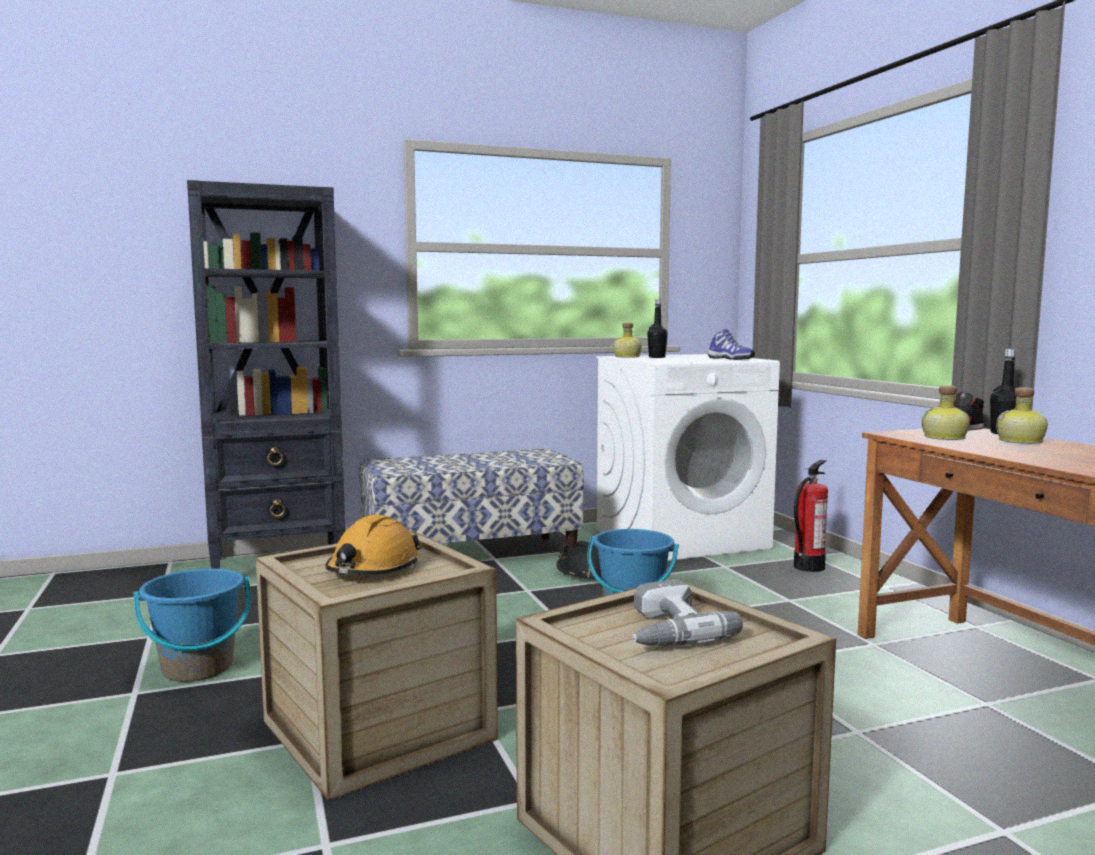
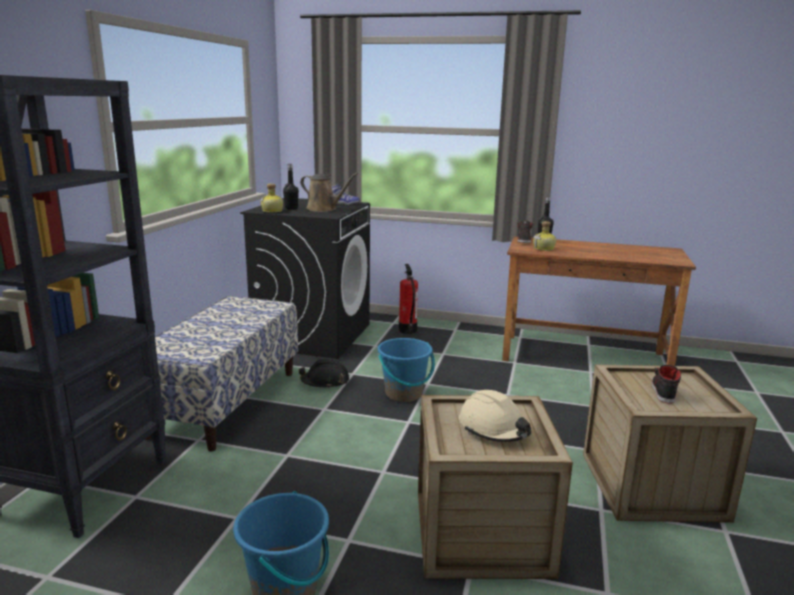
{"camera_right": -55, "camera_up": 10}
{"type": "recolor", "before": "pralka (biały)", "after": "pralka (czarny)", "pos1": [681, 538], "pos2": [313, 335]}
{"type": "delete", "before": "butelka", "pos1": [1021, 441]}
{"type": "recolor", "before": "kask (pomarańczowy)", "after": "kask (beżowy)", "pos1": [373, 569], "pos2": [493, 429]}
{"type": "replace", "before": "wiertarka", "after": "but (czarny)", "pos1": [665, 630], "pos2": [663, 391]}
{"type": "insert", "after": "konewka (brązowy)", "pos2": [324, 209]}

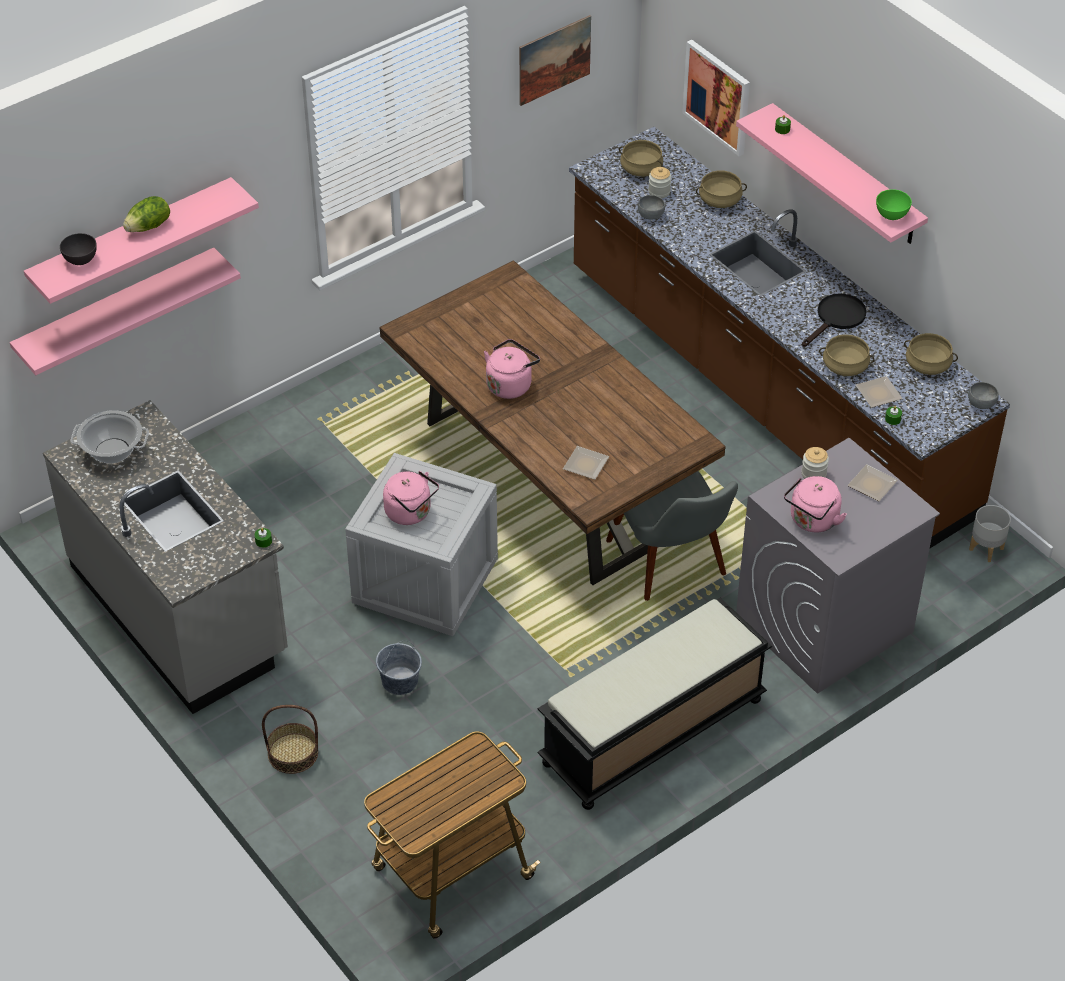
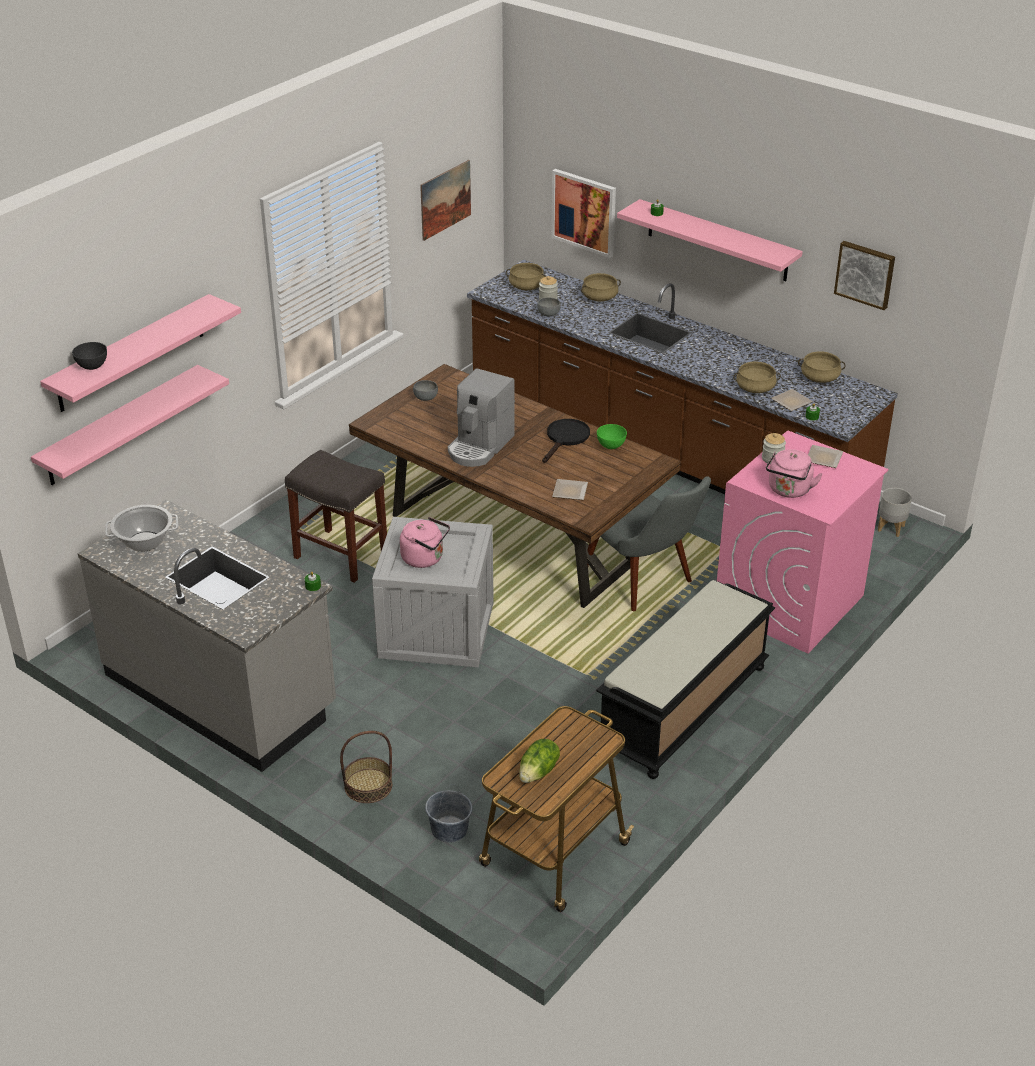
{"camera_right": -15, "camera_up": -10}
{"type": "move", "before": "miska (zielony)", "pos1": [891, 215], "pos2": [611, 445]}
{"type": "move", "before": "sałata", "pos1": [149, 226], "pos2": [539, 772]}
{"type": "move", "before": "patelnia (czarny)", "pos1": [837, 318], "pos2": [565, 438]}
{"type": "replace", "before": "czajnik (różowy)", "after": "ekspres do kawy", "pos1": [510, 384], "pos2": [480, 446]}
{"type": "move", "before": "miska (szary)", "pos1": [981, 404], "pos2": [425, 398]}
{"type": "recolor", "before": "pralka (szary)", "after": "pralka (różowy)", "pos1": [823, 625], "pos2": [789, 603]}
{"type": "move", "before": "wiadro (szary)", "pos1": [399, 681], "pos2": [449, 830]}
{"type": "insert", "after": "obraz", "pos2": [865, 274]}
{"type": "insert", "after": "stołek (szary)", "pos2": [339, 555]}

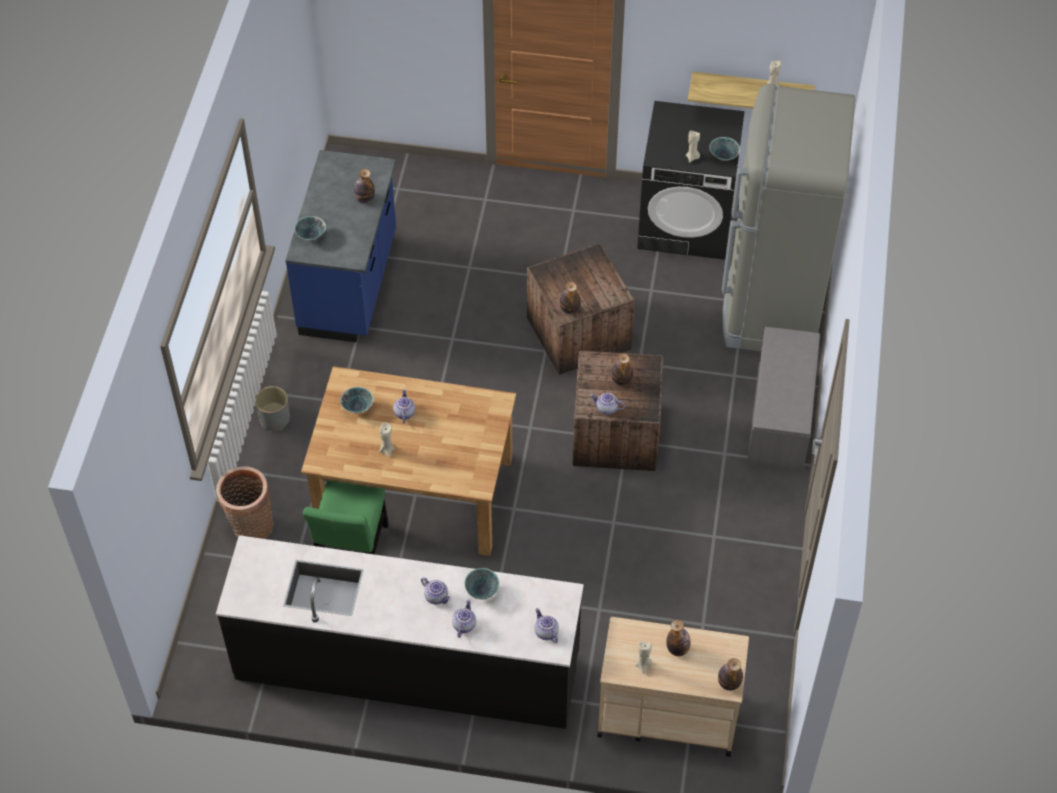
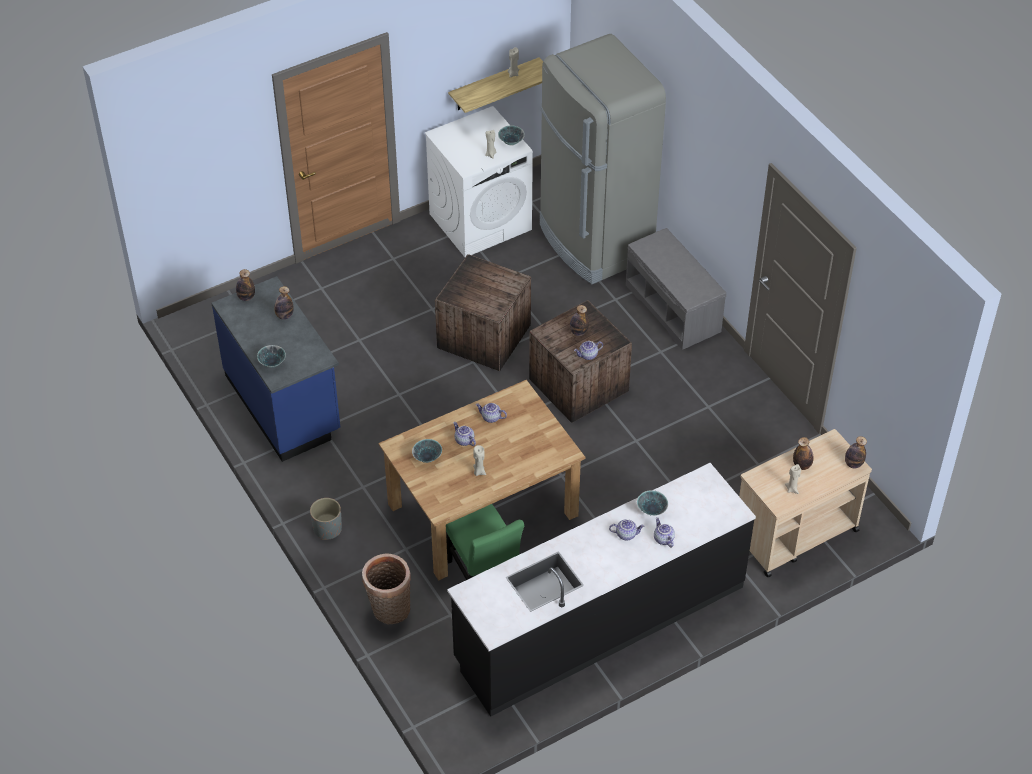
{"camera_right": -40, "camera_up": -5}
{"type": "recolor", "before": "pralka (czarny)", "after": "pralka (biały)", "pos1": [686, 223], "pos2": [480, 221]}
{"type": "move", "before": "butelka", "pos1": [569, 309], "pos2": [246, 297]}
{"type": "move", "before": "imbryk", "pos1": [545, 632], "pos2": [491, 418]}

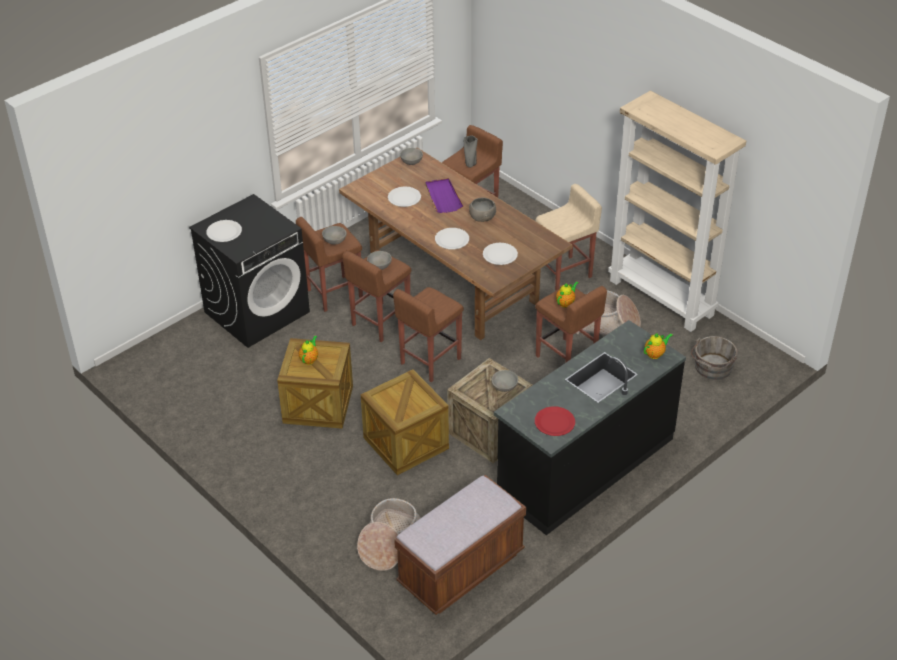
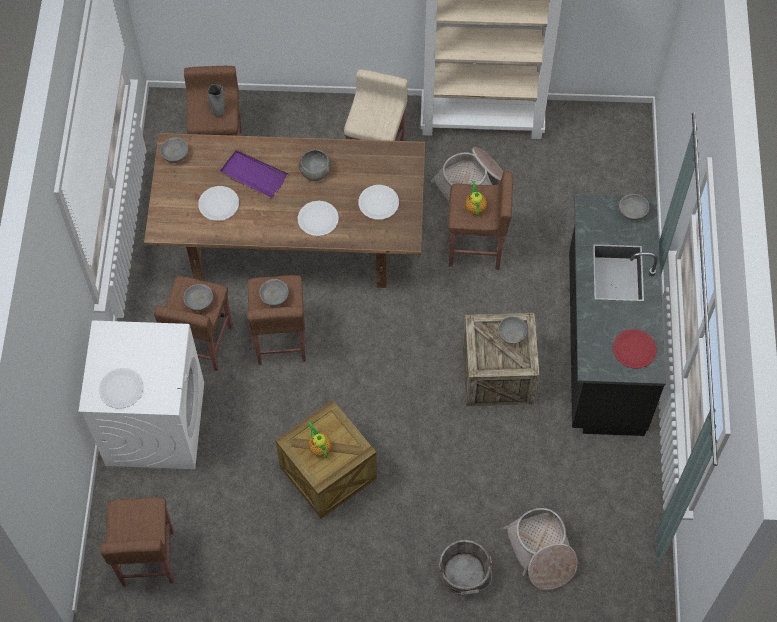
{"camera_right": -45, "camera_up": 20}
{"type": "recolor", "before": "pralka (czarny)", "after": "pralka (biały)", "pos1": [257, 311], "pos2": [155, 423]}
{"type": "move", "before": "stołek (brązowy)", "pos1": [430, 361], "pos2": [148, 559]}
{"type": "replace", "before": "imbryk", "after": "miska (szary)", "pos1": [655, 354], "pos2": [632, 213]}
{"type": "move", "before": "wiadro (szary)", "pos1": [712, 368], "pos2": [464, 576]}
{"type": "delete", "before": "skrzynka", "pos1": [406, 443]}
{"type": "delete", "before": "ławka (brązowy)", "pos1": [461, 569]}

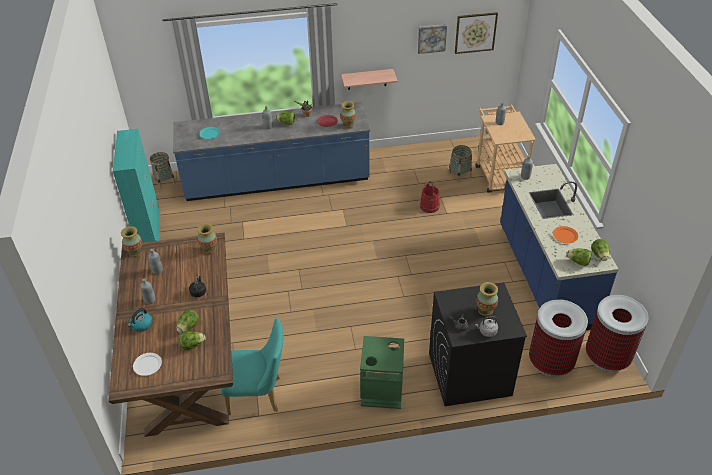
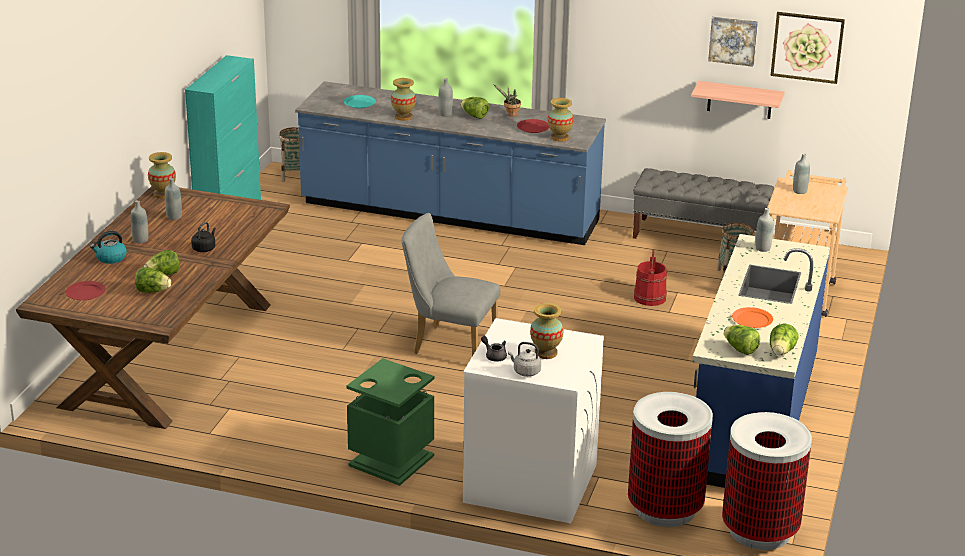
{"camera_right": 25, "camera_up": -15}
{"type": "move", "before": "półka", "pos1": [367, 79], "pos2": [739, 100]}
{"type": "move", "before": "wazon", "pos1": [209, 249], "pos2": [403, 117]}
{"type": "recolor", "before": "pralka (czarny)", "after": "pralka (biały)", "pos1": [469, 374], "pos2": [529, 483]}
{"type": "delete", "before": "krzesło (turkusowy)", "pos1": [259, 395]}
{"type": "recolor", "before": "talerz (biały)", "after": "talerz (czerwony)", "pos1": [147, 365], "pos2": [86, 292]}
{"type": "insert", "after": "ławka (szary)", "pos2": [700, 237]}
{"type": "insert", "after": "krzesło (szary)", "pos2": [449, 344]}

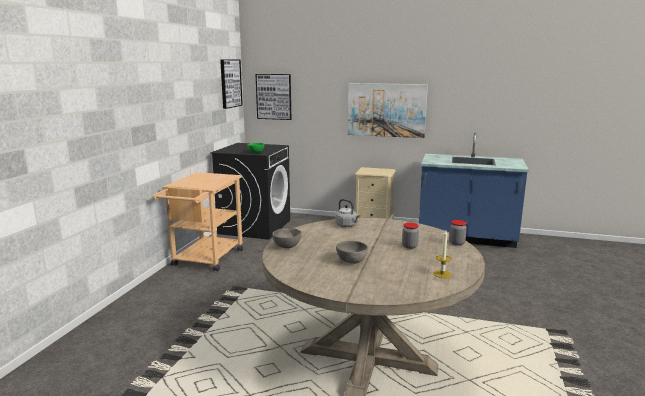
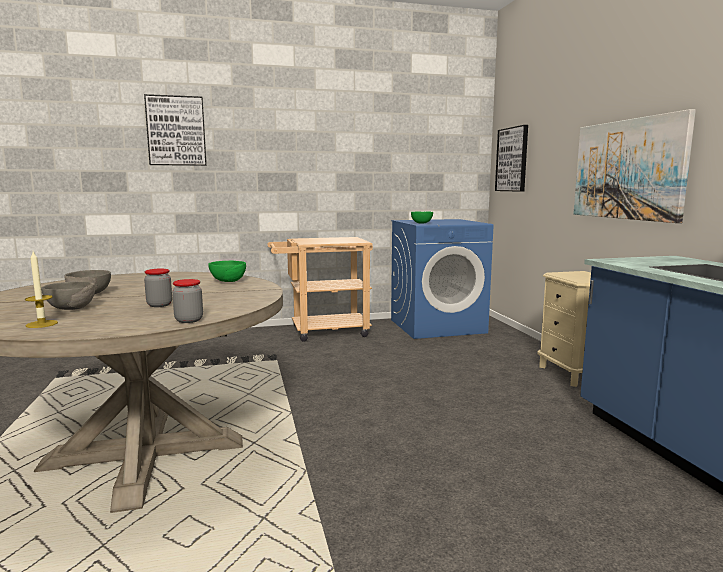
{"camera_right": 60, "camera_up": -5}
{"type": "move", "before": "obraz", "pos1": [230, 83], "pos2": [176, 131]}
{"type": "recolor", "before": "pralka (czarny)", "after": "pralka (niebieski)", "pos1": [255, 226], "pos2": [437, 326]}
{"type": "replace", "before": "czajnik (szary)", "after": "miska (zielony)", "pos1": [347, 225], "pos2": [228, 281]}
{"type": "move", "before": "miska (szary)", "pos1": [287, 247], "pos2": [71, 309]}

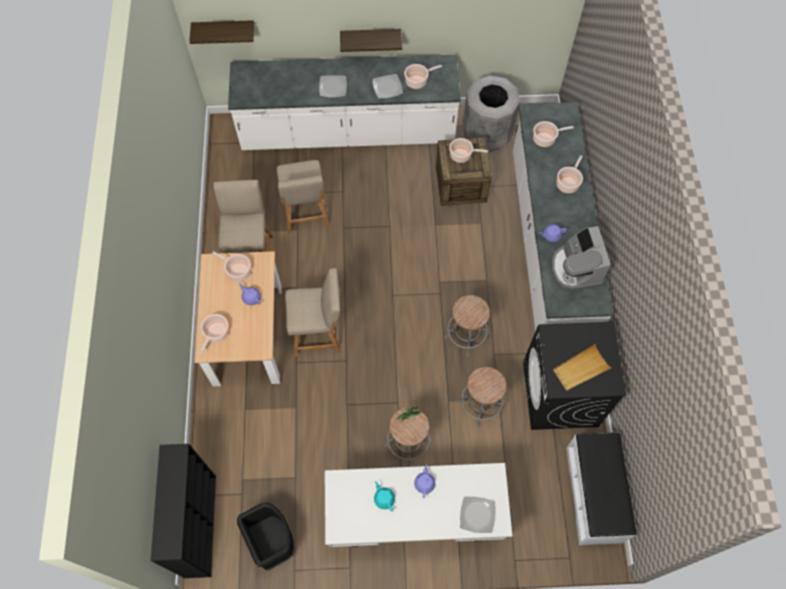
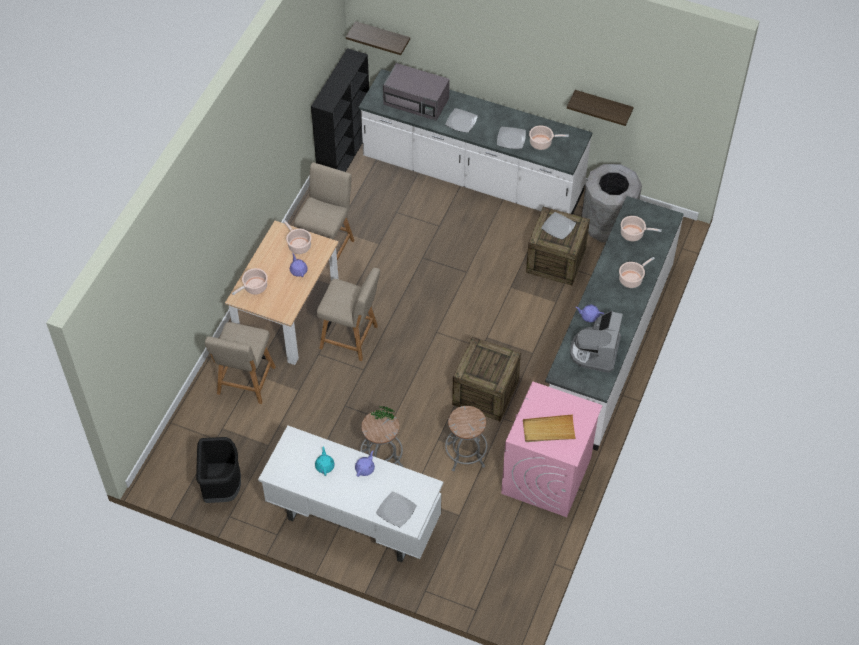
{"camera_right": 25, "camera_up": -10}
{"type": "move", "before": "półka", "pos1": [370, 38], "pos2": [603, 106]}
{"type": "replace", "before": "garnek", "after": "talerz", "pos1": [462, 155], "pos2": [558, 227]}
{"type": "move", "before": "krzesło (beżowy)", "pos1": [306, 215], "pos2": [245, 383]}
{"type": "replace", "before": "stołek (szary)", "after": "skrzynka", "pos1": [466, 336], "pos2": [485, 393]}
{"type": "recolor", "before": "pralka (czarny)", "after": "pralka (różowy)", "pos1": [560, 394], "pos2": [546, 476]}
{"type": "delete", "before": "ławka (biały)", "pos1": [594, 494]}
{"type": "move", "before": "regał (czarny)", "pos1": [200, 524], "pos2": [344, 153]}
{"type": "insert", "after": "mikrofalówka (szary)", "pos2": [417, 101]}

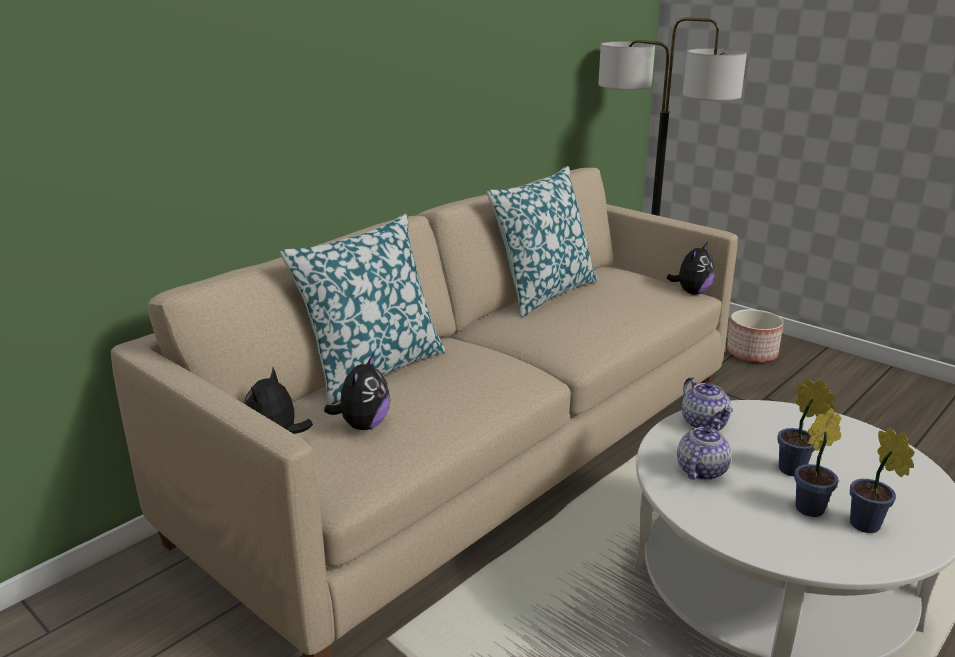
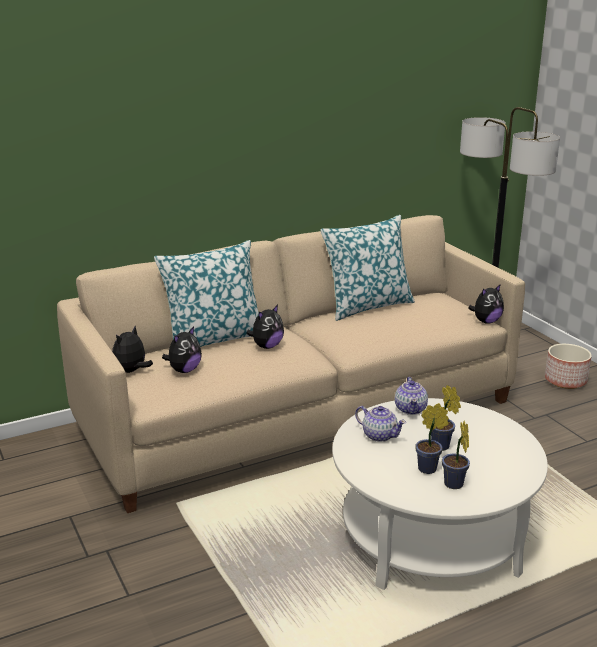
{"camera_right": 20, "camera_up": 0}
{"type": "rotate", "before": "imbryk", "pos1": [700, 470], "pos2": [379, 435], "turn": 75}
{"type": "insert", "after": "pluszak", "pos2": [267, 346]}

